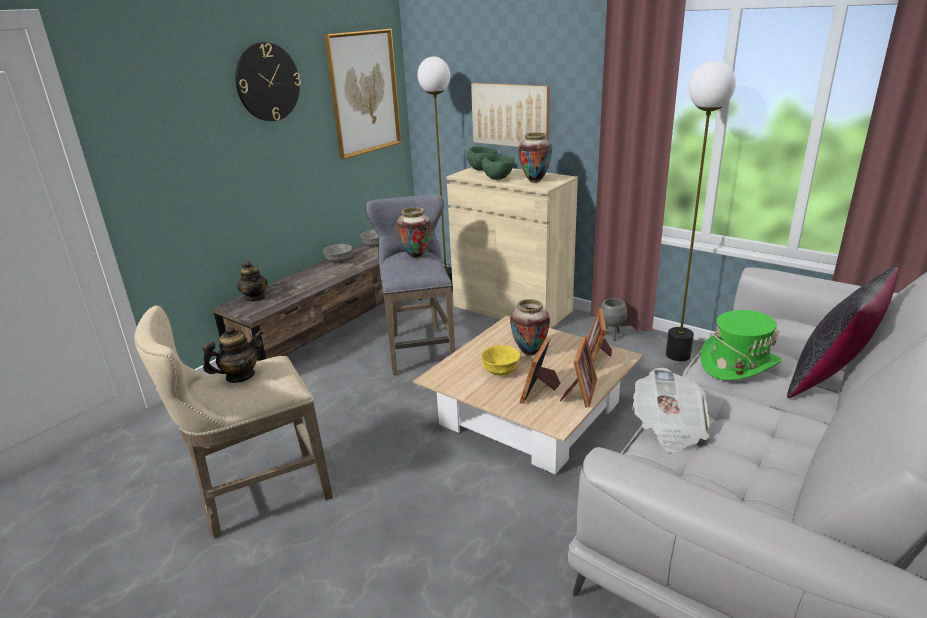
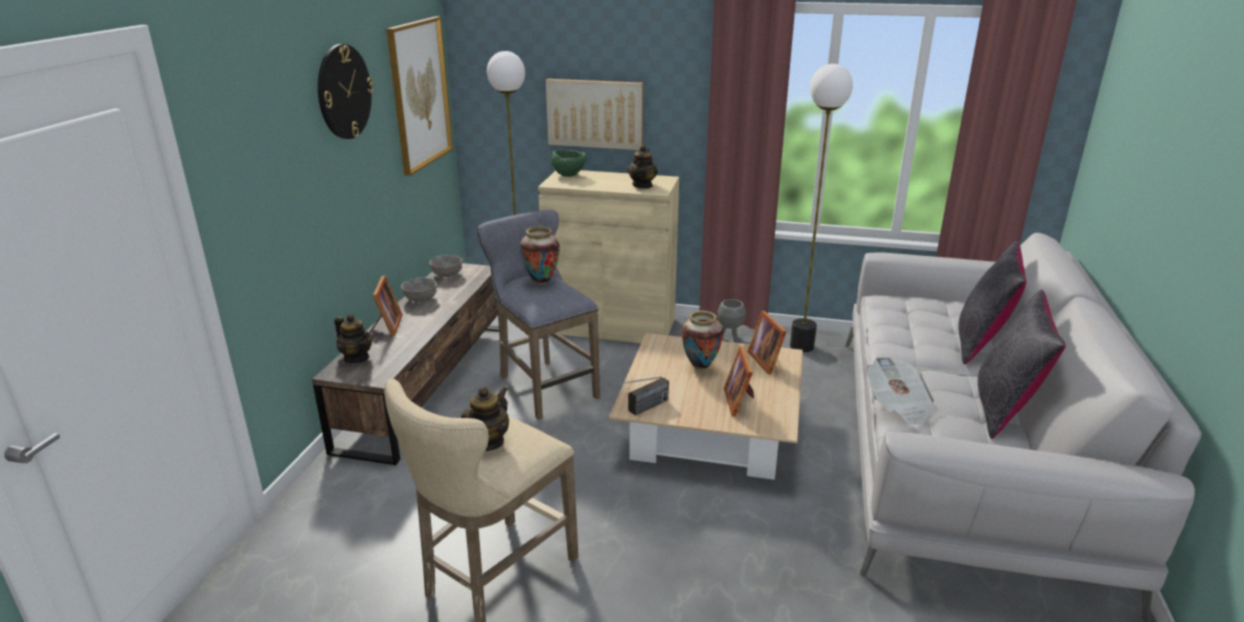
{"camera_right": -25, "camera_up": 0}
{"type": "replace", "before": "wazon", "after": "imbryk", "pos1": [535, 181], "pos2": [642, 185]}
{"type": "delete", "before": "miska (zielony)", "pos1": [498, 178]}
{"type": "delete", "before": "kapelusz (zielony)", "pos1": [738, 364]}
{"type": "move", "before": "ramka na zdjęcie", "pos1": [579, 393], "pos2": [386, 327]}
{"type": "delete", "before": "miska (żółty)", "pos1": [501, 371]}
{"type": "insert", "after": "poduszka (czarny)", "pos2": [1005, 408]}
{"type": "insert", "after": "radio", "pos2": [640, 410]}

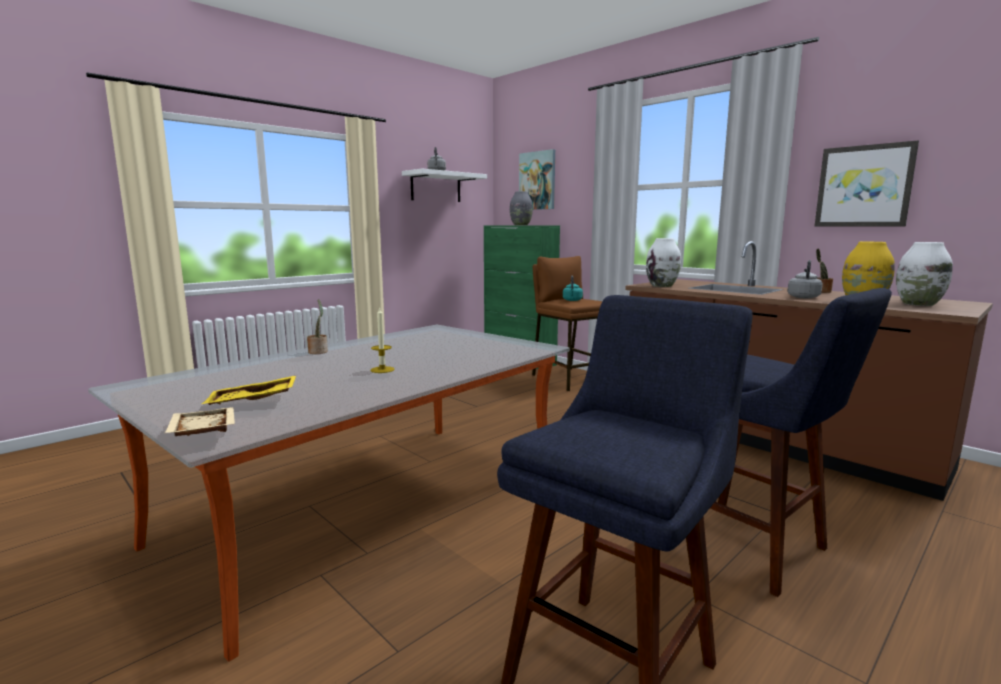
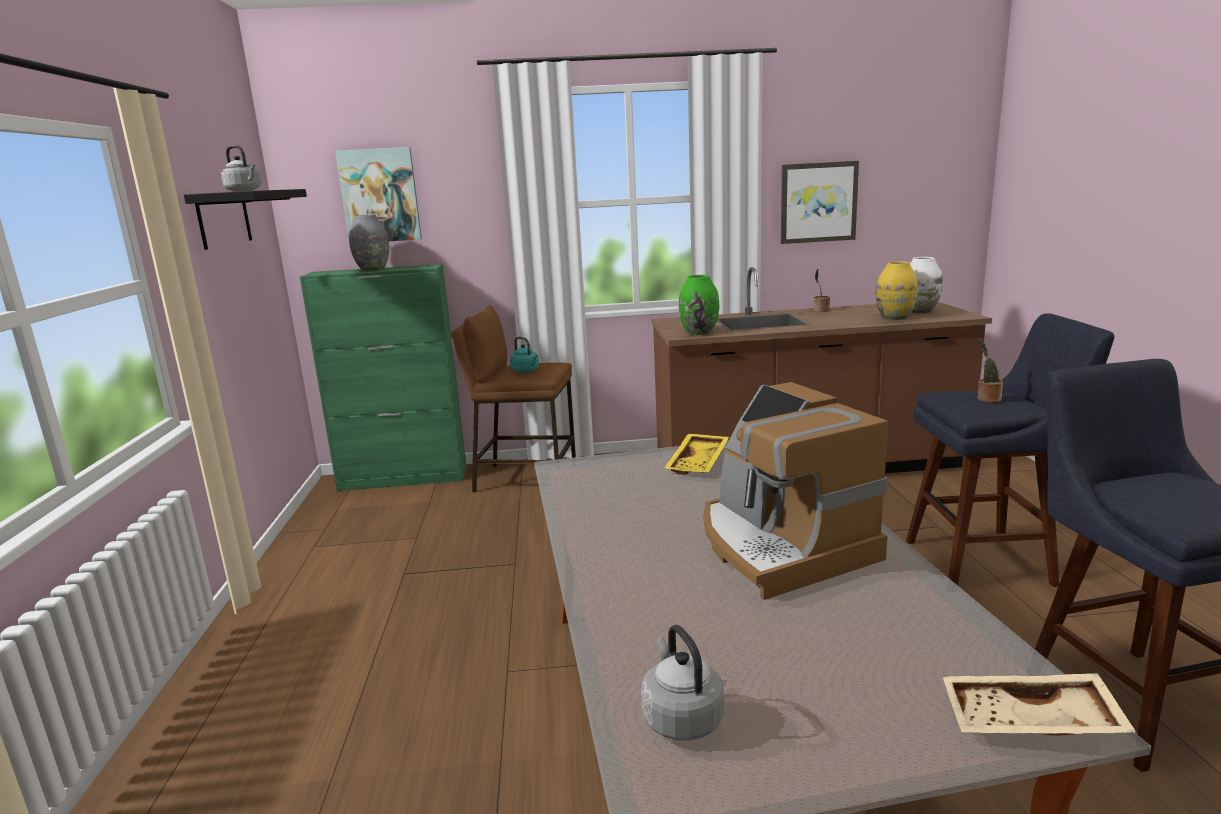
{"camera_right": -50, "camera_up": 5}
{"type": "recolor", "before": "półka (biały)", "after": "półka (czarny)", "pos1": [436, 187], "pos2": [224, 219]}
{"type": "recolor", "before": "wazon (biały)", "after": "wazon (zielony)", "pos1": [662, 286], "pos2": [699, 332]}
{"type": "move", "before": "czajnik (szary)", "pos1": [803, 297], "pos2": [680, 717]}
{"type": "move", "before": "roślina doniczkowa", "pos1": [318, 351], "pos2": [987, 399]}
{"type": "replace", "before": "świeca", "after": "ekspres do kawy", "pos1": [382, 370], "pos2": [780, 546]}
{"type": "move", "before": "taca (żółty)", "pos1": [252, 401], "pos2": [699, 463]}

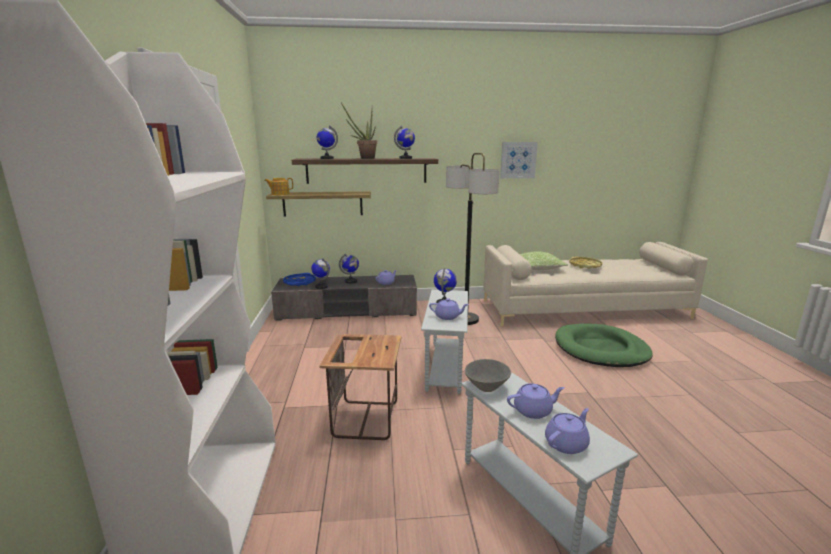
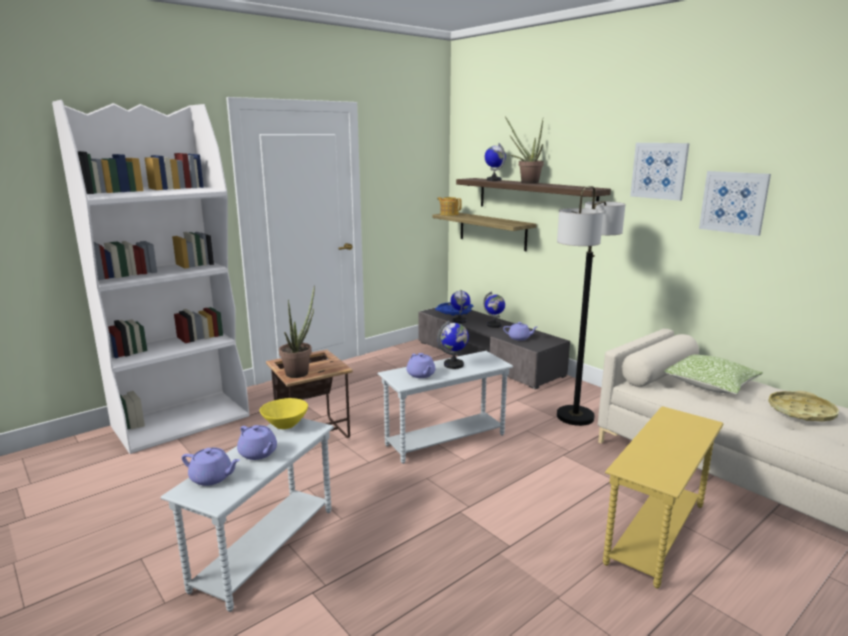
{"camera_right": 55, "camera_up": 0}
{"type": "delete", "before": "globus", "pos1": [406, 158]}
{"type": "replace", "before": "legowisko (zielony)", "after": "stolik (żółty)", "pos1": [601, 349], "pos2": [657, 534]}
{"type": "recolor", "before": "miska (szary)", "after": "miska (żółty)", "pos1": [486, 387], "pos2": [285, 425]}
{"type": "insert", "after": "obraz", "pos2": [659, 170]}
{"type": "insert", "after": "roślina doniczkowa", "pos2": [300, 371]}

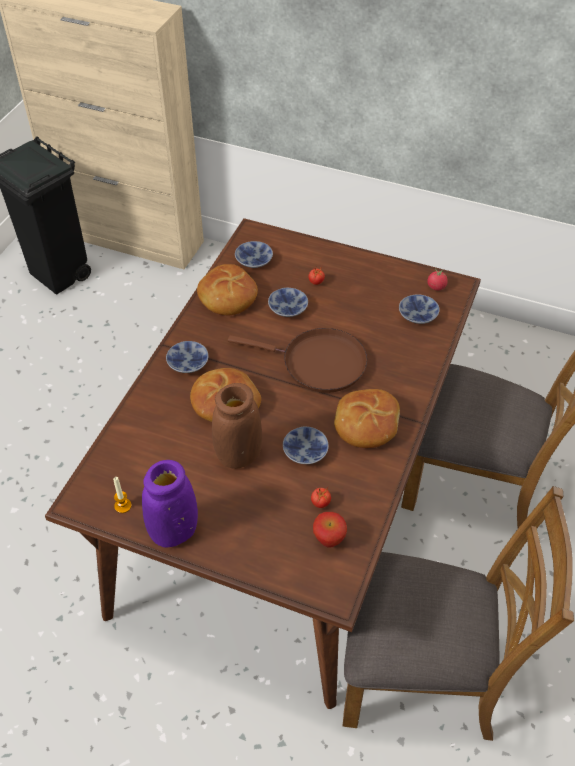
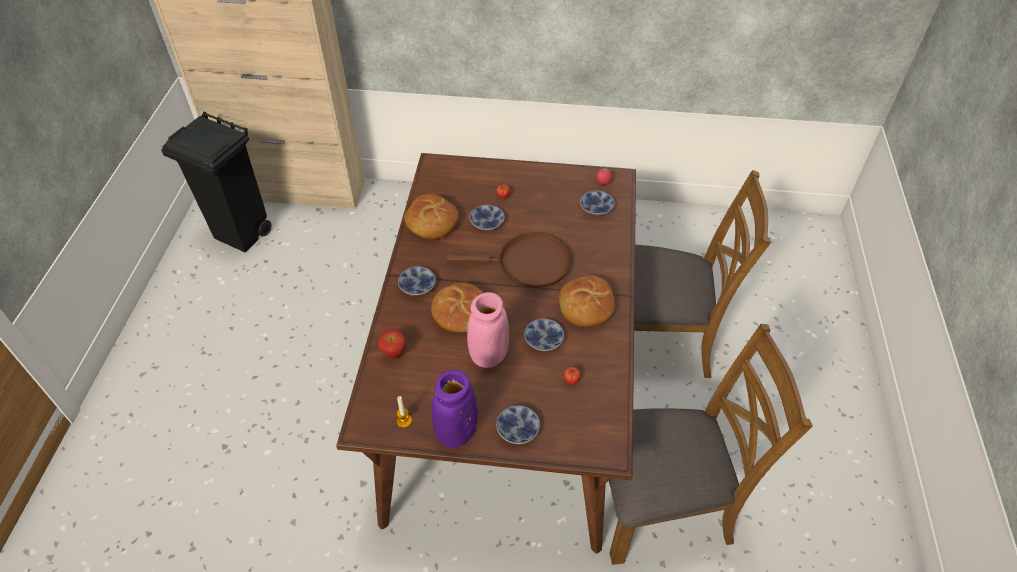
{"camera_right": -15, "camera_up": 0}
{"type": "move", "before": "miska", "pos1": [252, 261], "pos2": [517, 431]}
{"type": "recolor", "before": "wazon (brązowy)", "after": "wazon (różowy)", "pos1": [239, 455], "pos2": [489, 355]}
{"type": "move", "before": "jabłko", "pos1": [329, 540], "pos2": [394, 354]}

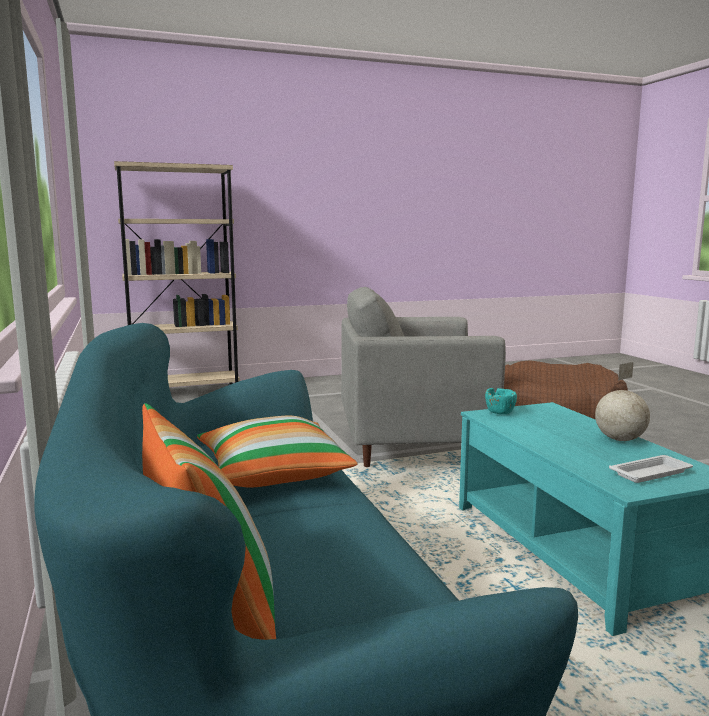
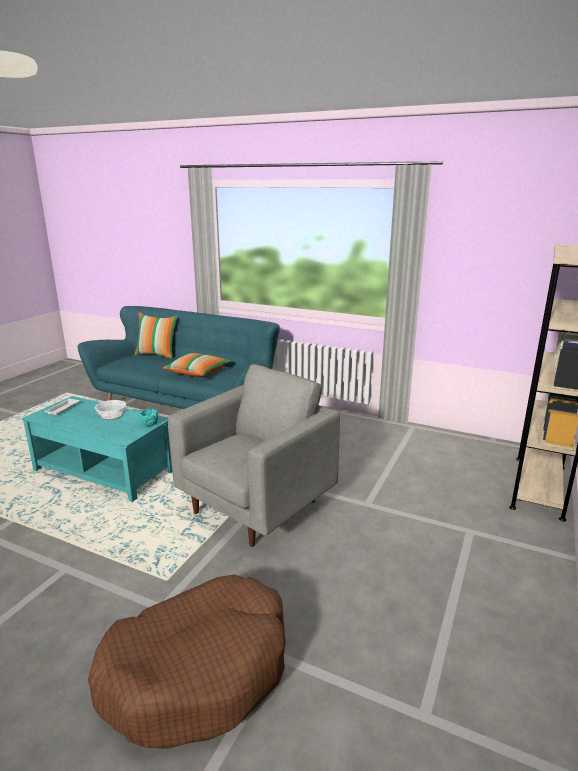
{"camera_right": 135, "camera_up": 10}
{"type": "delete", "before": "globus", "pos1": [619, 439]}
{"type": "insert", "after": "miska", "pos2": [112, 415]}

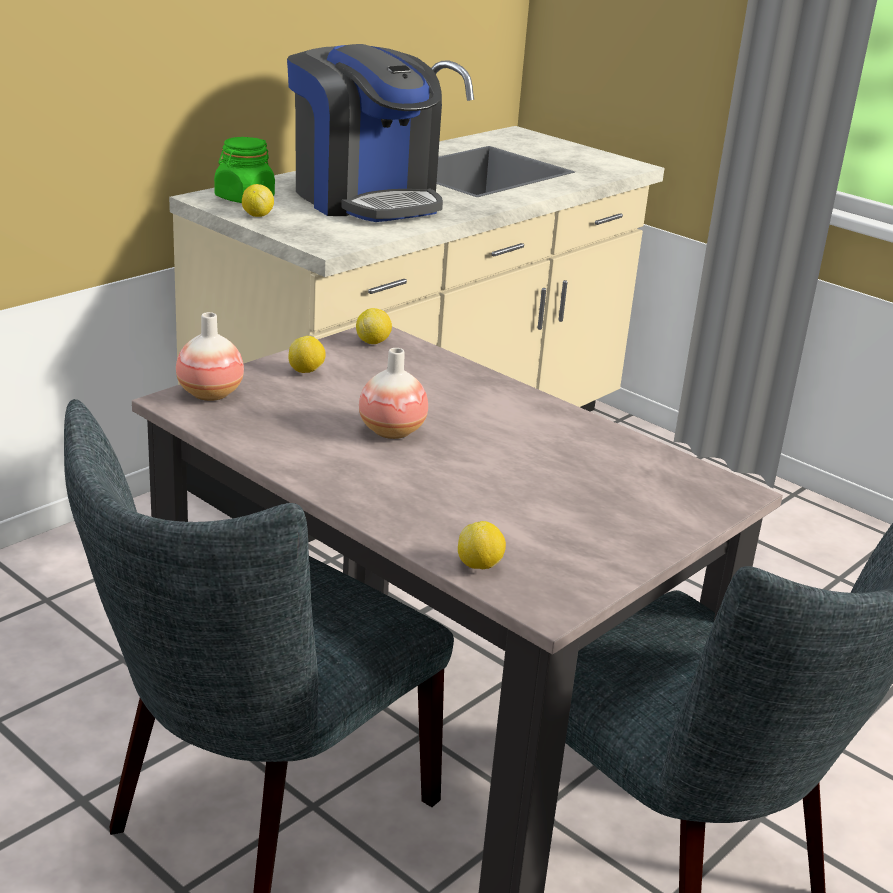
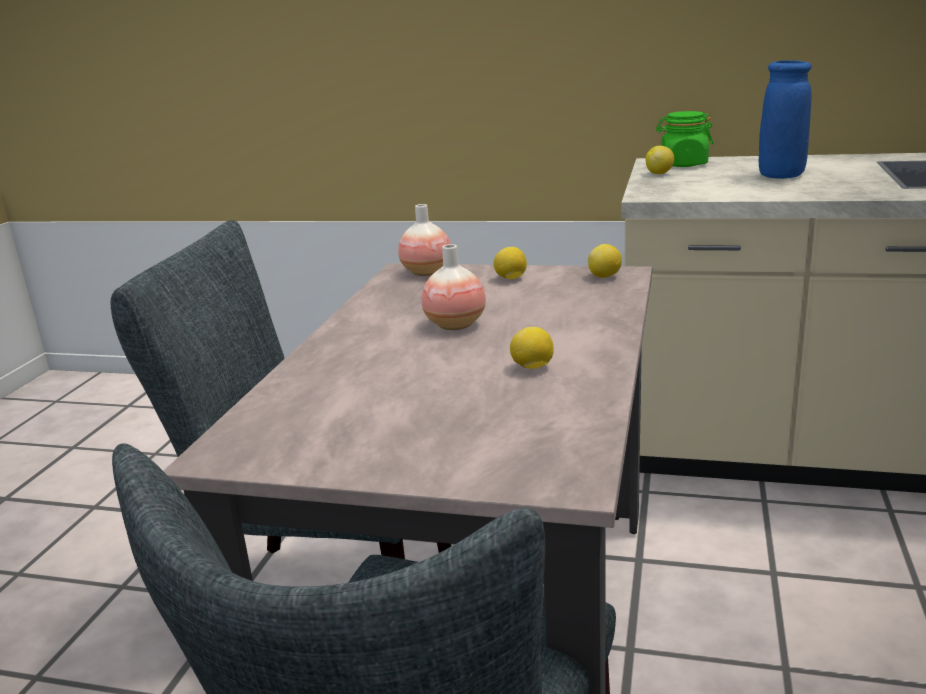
{"camera_right": 65, "camera_up": -5}
{"type": "replace", "before": "ekspres do kawy", "after": "wazon (niebieski)", "pos1": [365, 199], "pos2": [781, 176]}
{"type": "move", "before": "cytryna", "pos1": [479, 566], "pos2": [532, 368]}

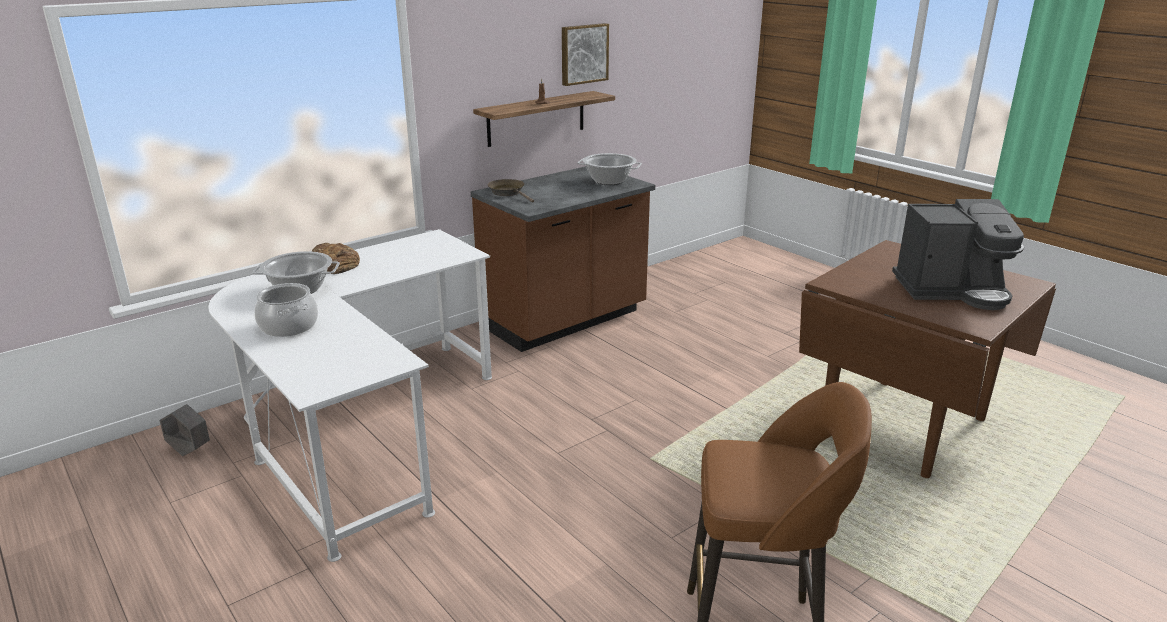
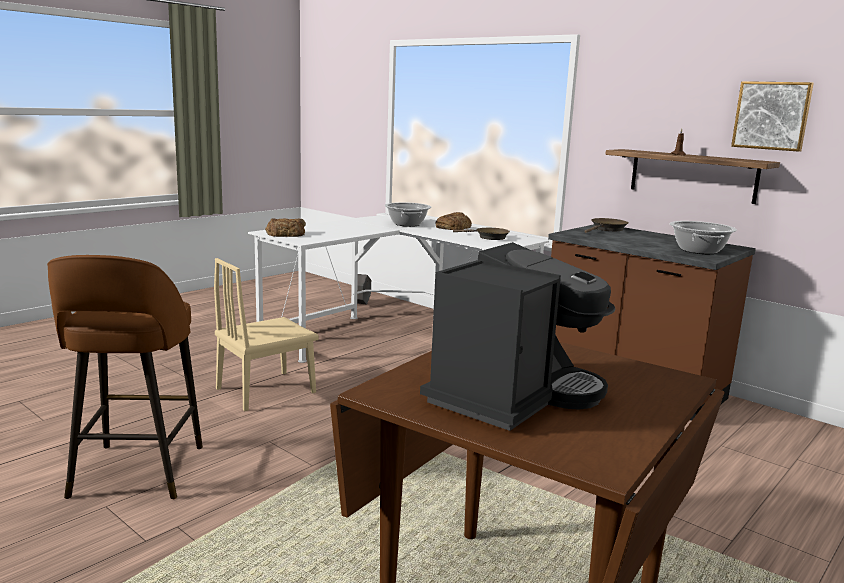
{"camera_right": 80, "camera_up": -10}
{"type": "rotate", "before": "ekspres do kawy", "pos1": [952, 291], "pos2": [513, 395], "turn": -135}
{"type": "delete", "before": "garnek", "pos1": [288, 326]}
{"type": "insert", "after": "chleb", "pos2": [286, 233]}
{"type": "insert", "after": "patelnia (brązowy)", "pos2": [489, 237]}
{"type": "insert", "after": "krzesło (beżowy)", "pos2": [266, 390]}

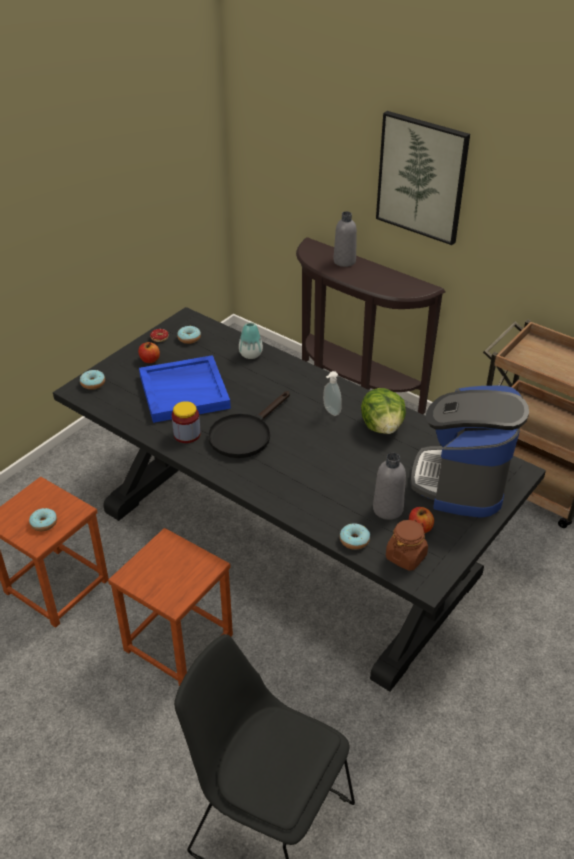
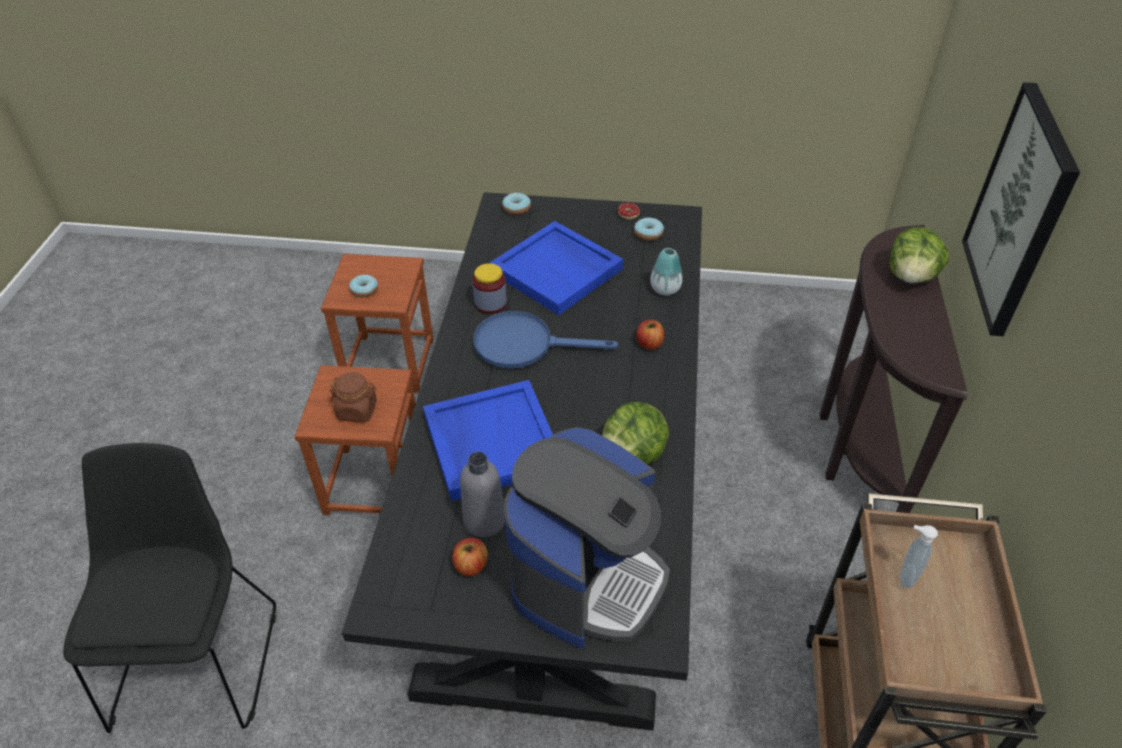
{"camera_right": 60, "camera_up": 5}
{"type": "replace", "before": "butelka (szary)", "after": "sałata", "pos1": [344, 261], "pos2": [911, 276]}
{"type": "move", "before": "jabłko", "pos1": [149, 360], "pos2": [649, 344]}
{"type": "move", "before": "dozownik mydła", "pos1": [330, 412], "pos2": [905, 575]}
{"type": "rotate", "before": "ekspres do kawy", "pos1": [461, 482], "pos2": [588, 578], "turn": 135}
{"type": "recolor", "before": "patelnia (czarny)", "after": "patelnia (niebieski)", "pos1": [245, 434], "pos2": [525, 344]}
{"type": "move", "before": "słoik (brązowy)", "pos1": [406, 556], "pos2": [357, 410]}
{"type": "delete", "before": "donut", "pos1": [354, 540]}
{"type": "insert", "after": "taca (niebieski)", "pos2": [491, 442]}

